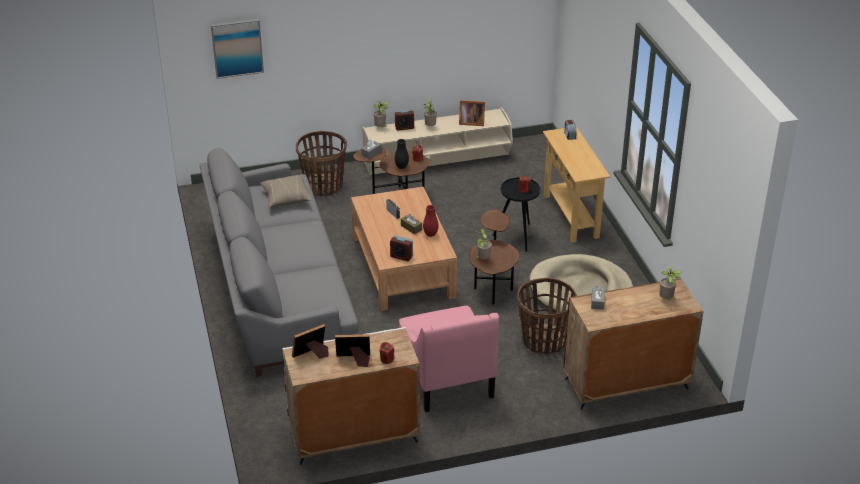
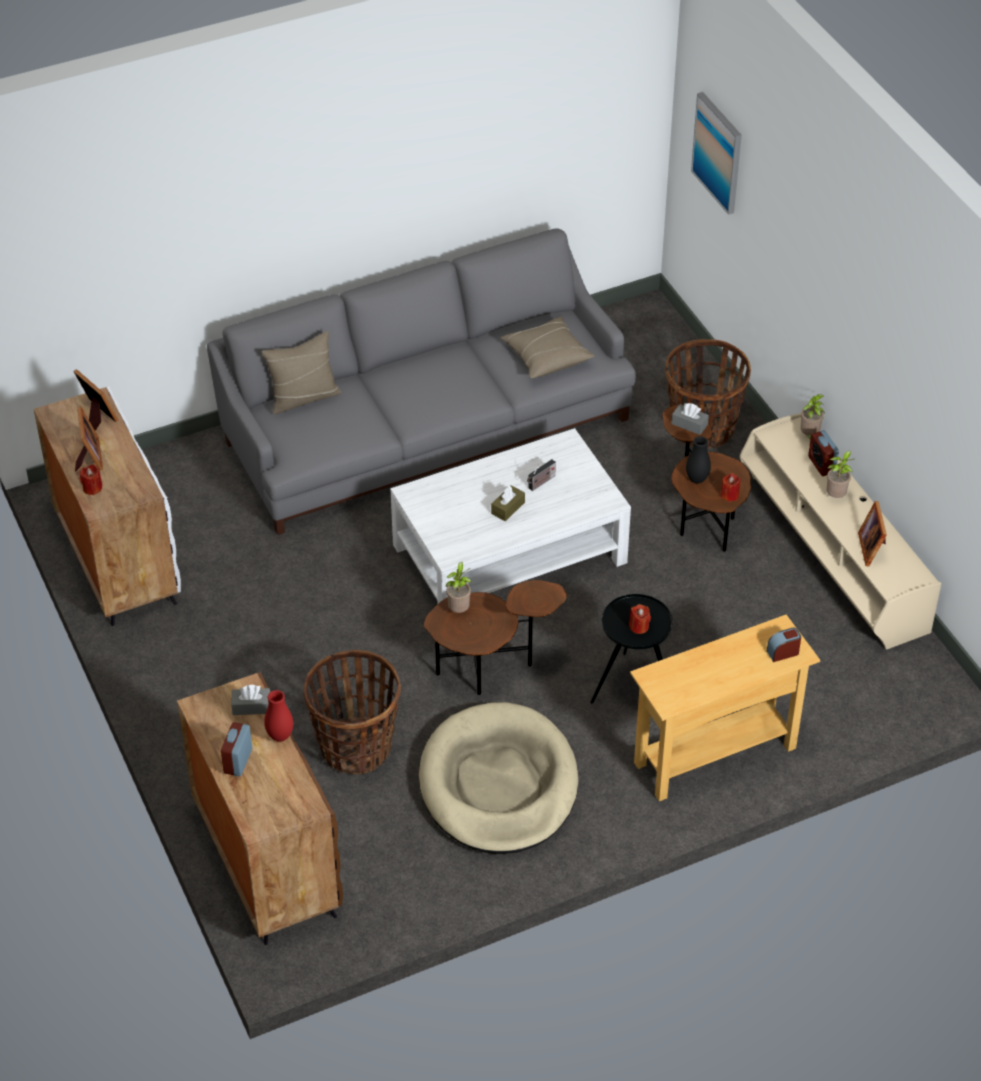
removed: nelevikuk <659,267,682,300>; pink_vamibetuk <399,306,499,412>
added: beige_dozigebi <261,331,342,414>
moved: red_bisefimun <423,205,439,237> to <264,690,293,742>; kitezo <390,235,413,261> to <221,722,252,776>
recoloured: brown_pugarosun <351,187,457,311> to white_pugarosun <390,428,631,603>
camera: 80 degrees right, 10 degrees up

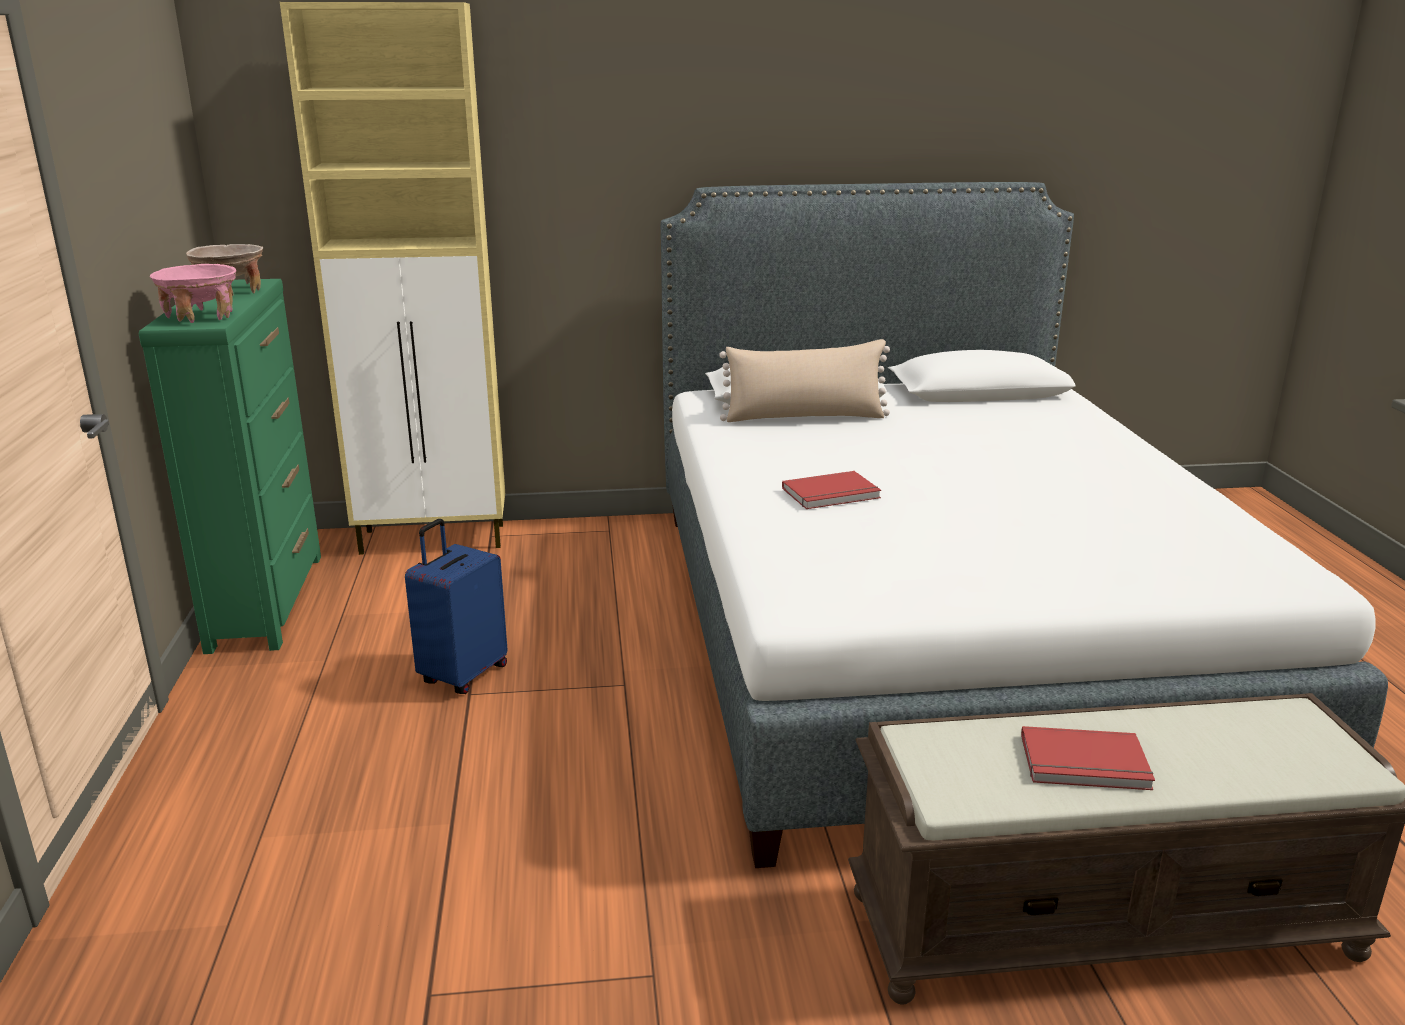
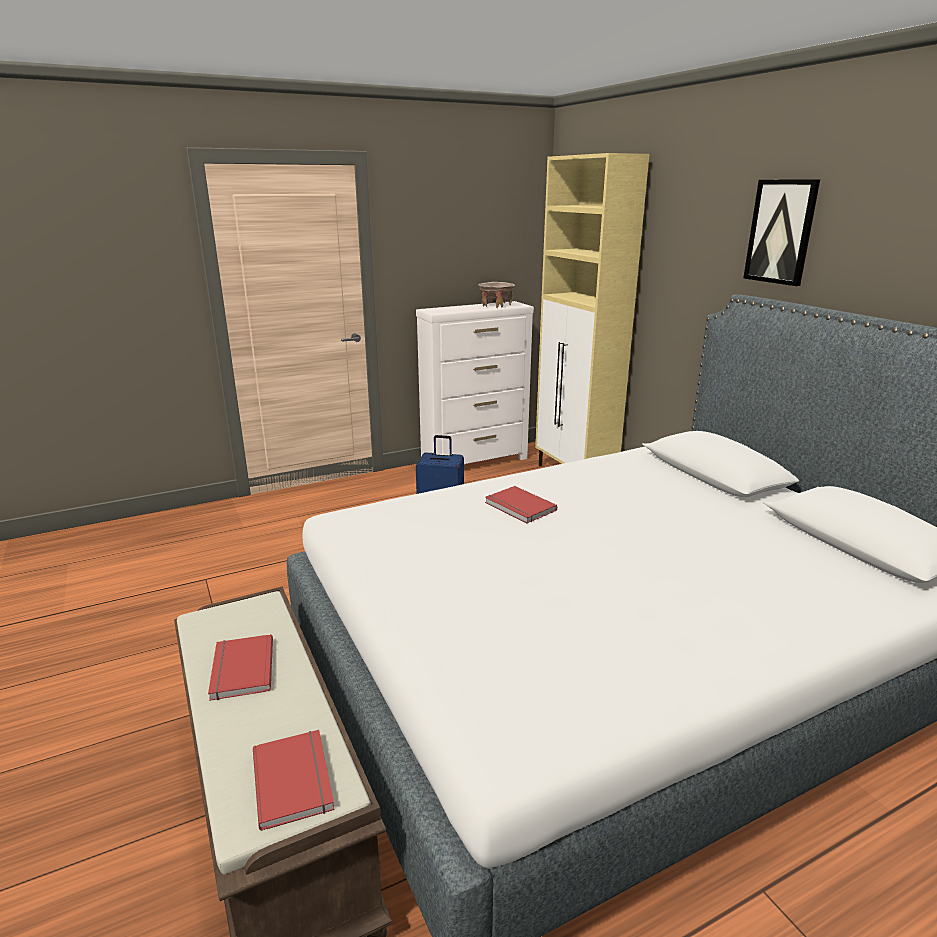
removed: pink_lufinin <150,264,236,323>; beige_dozigebi <719,339,890,422>
added: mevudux <743,179,820,286>; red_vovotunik <253,730,334,831>
recoloured: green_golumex <139,279,321,654> to white_golumex <416,301,534,464>
camera: 70 degrees right, 0 degrees up

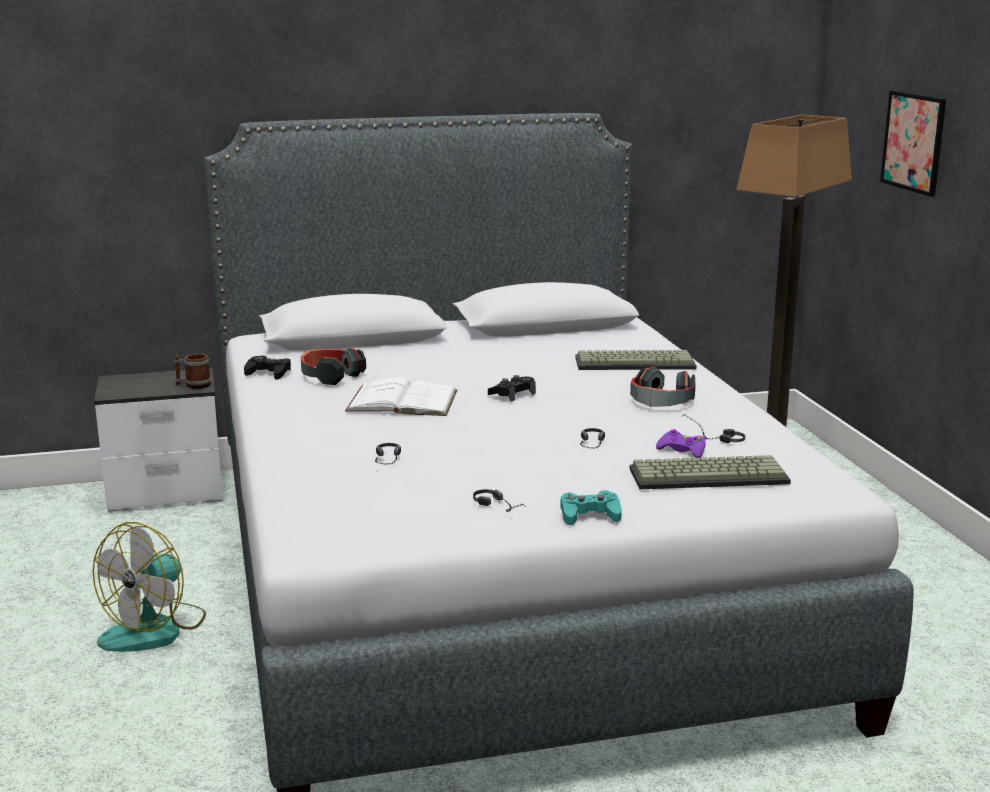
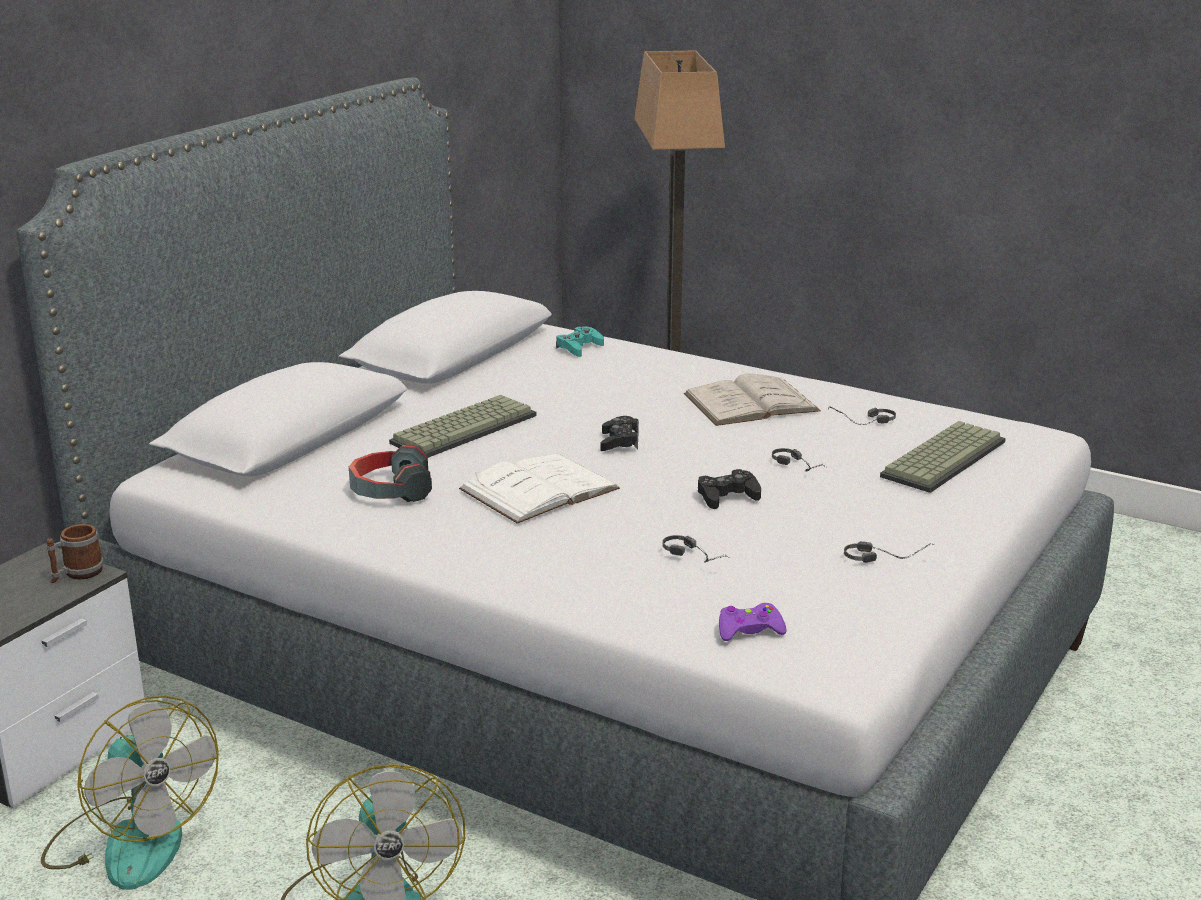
removed: mevudux <880,91,946,197>
added: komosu <41,696,219,890>
moved: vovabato <575,350,697,370> to <389,395,537,458>; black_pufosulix <244,356,291,380> to <698,469,761,509>; purple_pufosulix <656,429,706,458> to <719,603,787,641>; turquoise_pufosulix <560,490,622,525> to <556,326,604,357>
replaced: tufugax <630,366,695,407> to white_vovotunik <684,373,821,426>
camera: 45 degrees left, 5 degrees up

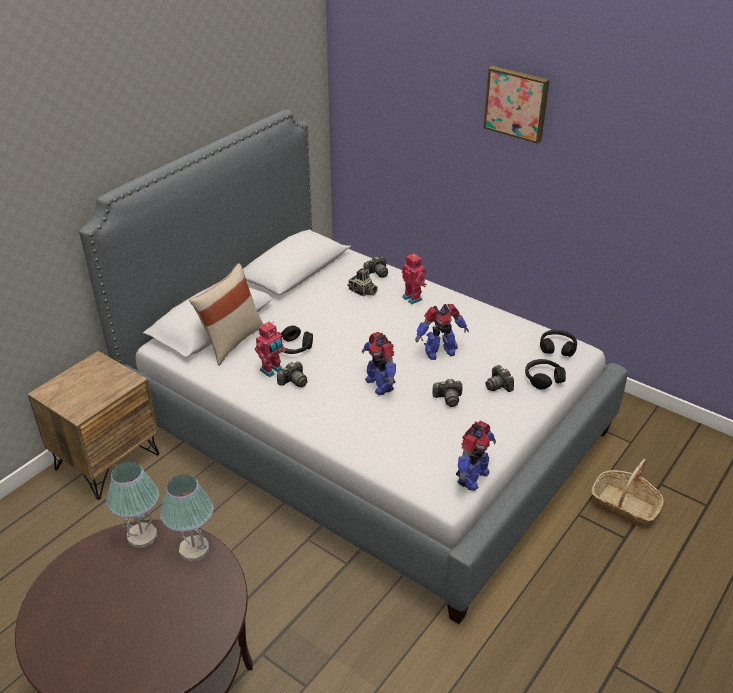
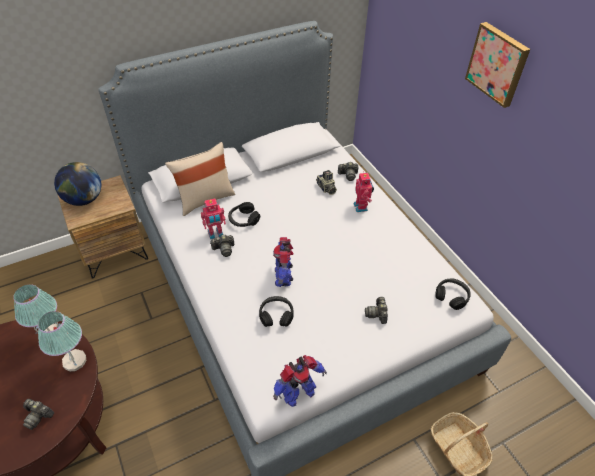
removed: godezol <415,304,469,360>
added: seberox <54,162,101,206>
moved: black_tufugax <525,359,566,390> to <259,296,294,327>; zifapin <432,379,463,407> to <23,399,54,430>
camera: 25 degrees right, 10 degrees up

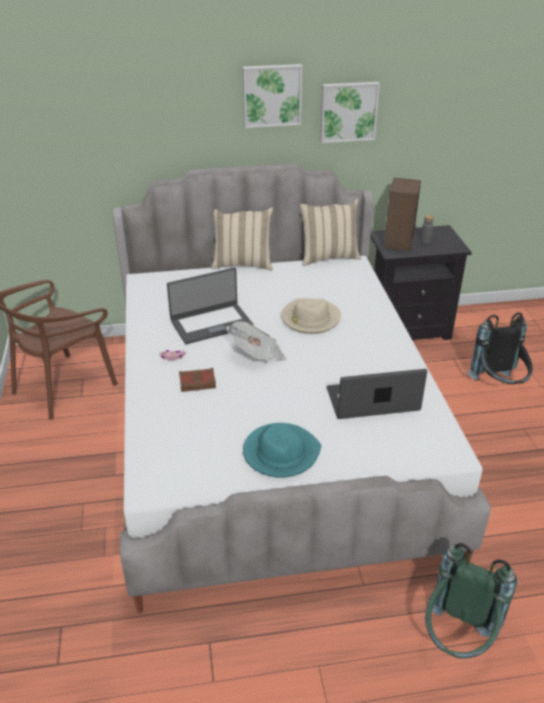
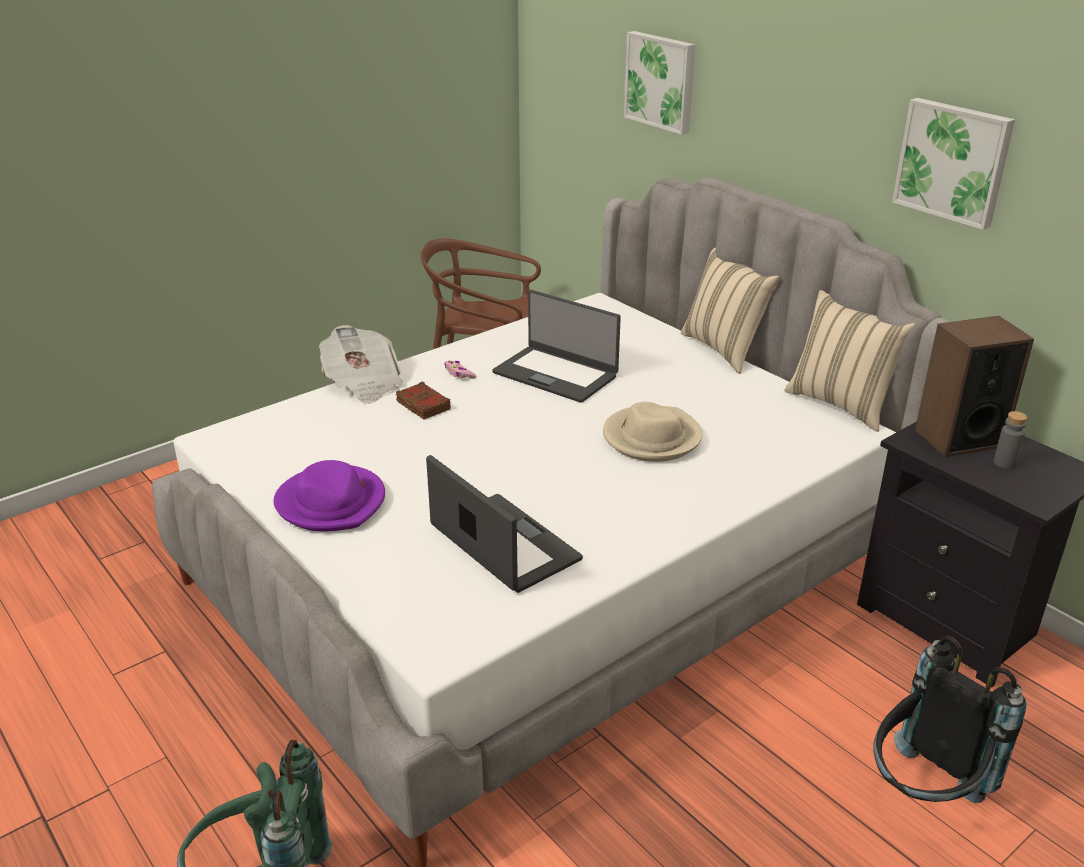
moved: mevudux <243,64,303,128> to <624,31,695,135>; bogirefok <226,321,287,362> to <319,325,403,404>
recoloured: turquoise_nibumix <243,423,321,478> to purple_nibumix <274,460,385,531>
camera: 60 degrees right, 5 degrees down

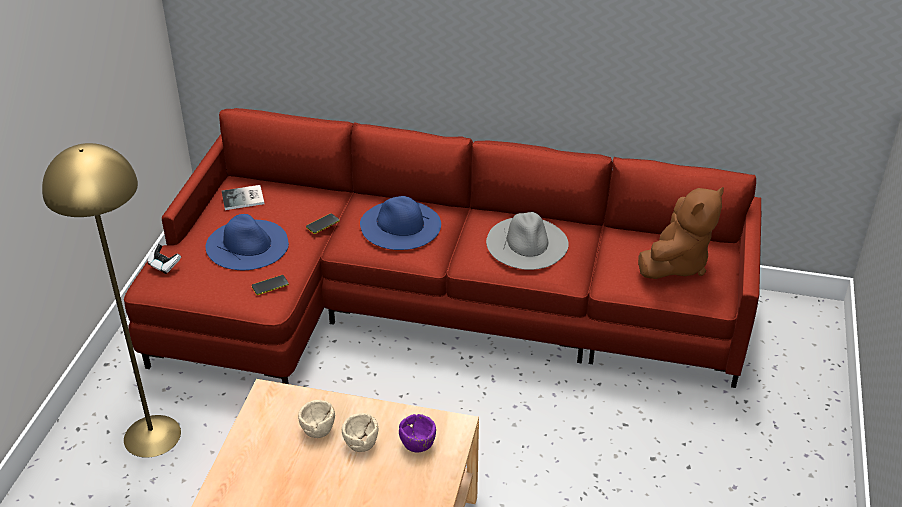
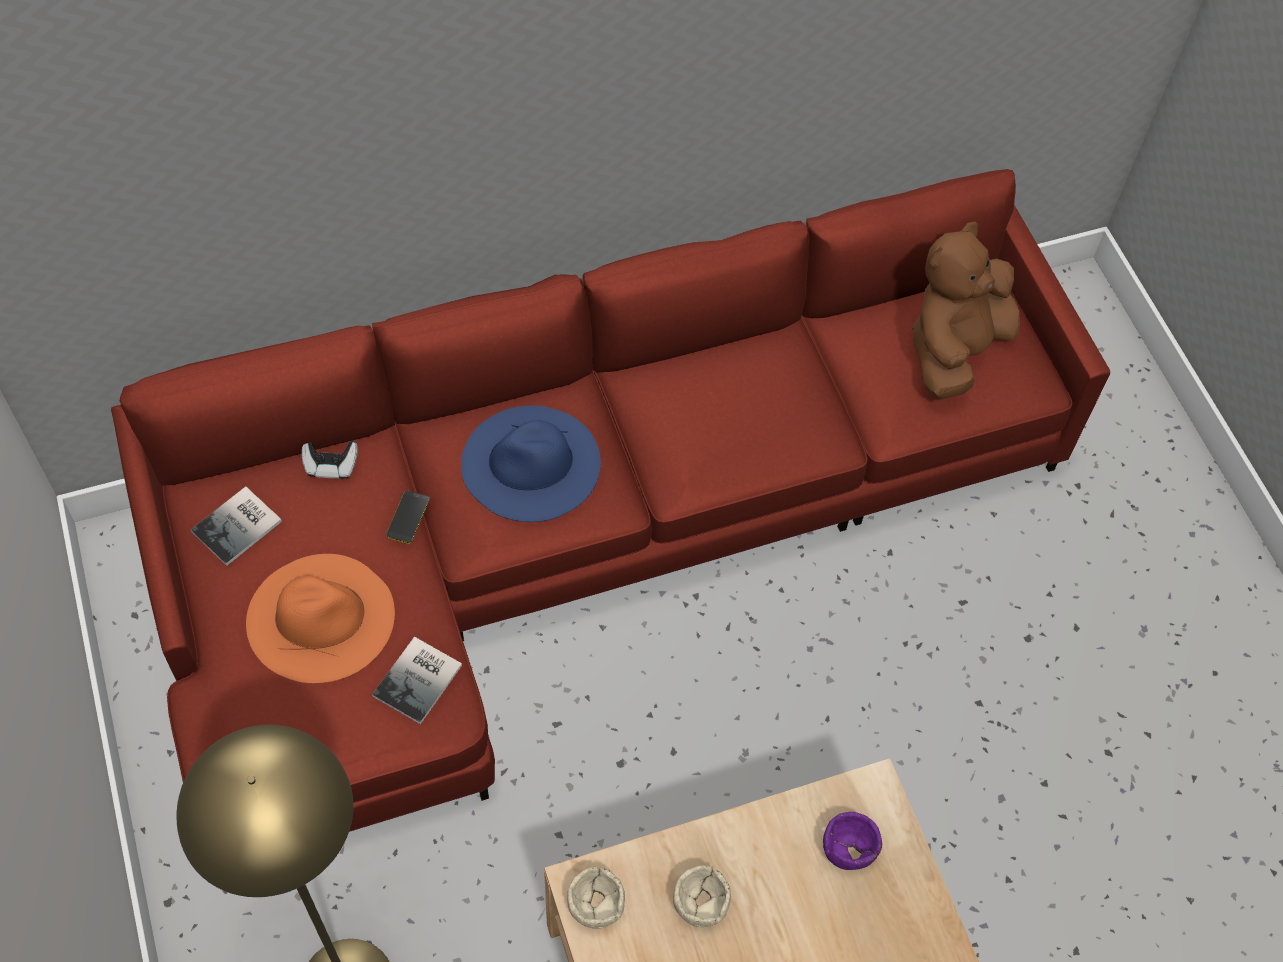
removed: grey_nibumix <486,212,569,270>
moved: pufosulix <148,244,181,274> to <302,441,358,479>; beige_lufinin <342,413,378,452> to <567,867,625,929>
replaced: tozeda <252,275,289,295> to vovotunik <372,637,462,724>
recoloured: blue_nibumix <206,214,289,270> to orange_nibumix <246,554,395,684>
turned: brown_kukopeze <638,187,724,279> = <912,222,1020,400> 150 degrees counterclockwise
camera: 35 degrees left, 20 degrees up

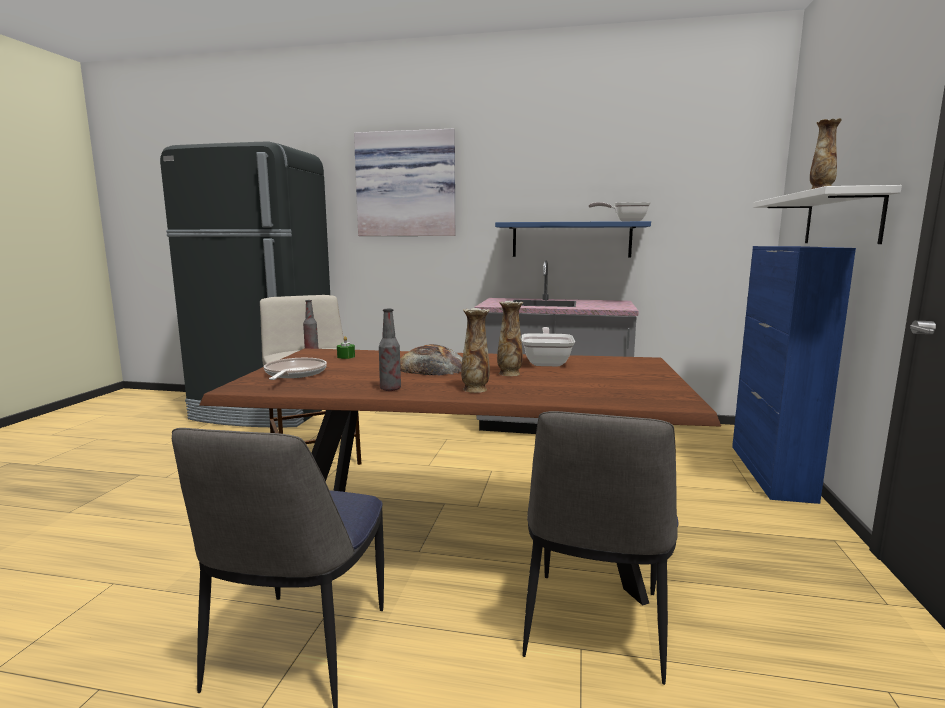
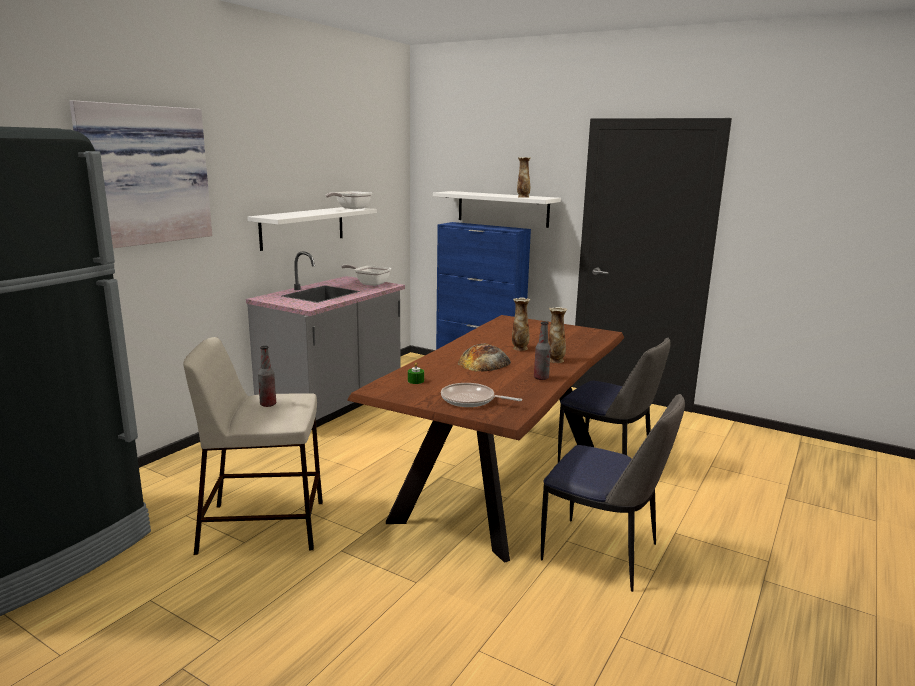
moved: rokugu <522,327,575,366> to <341,264,391,286>
recoloured: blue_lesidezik <495,221,651,257> to white_lesidezik <247,207,377,251>
camera: 70 degrees left, 5 degrees up

